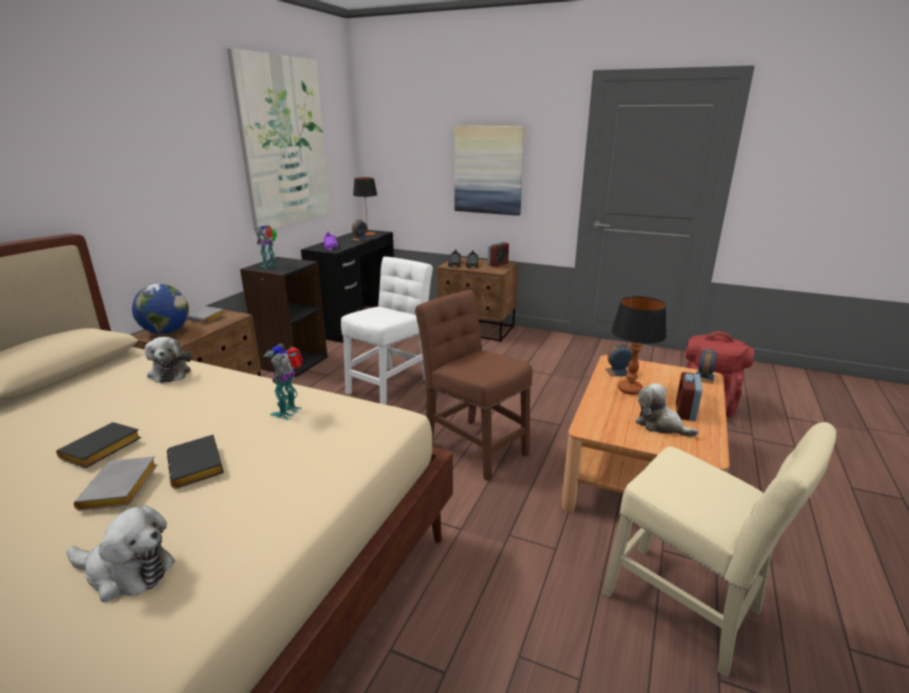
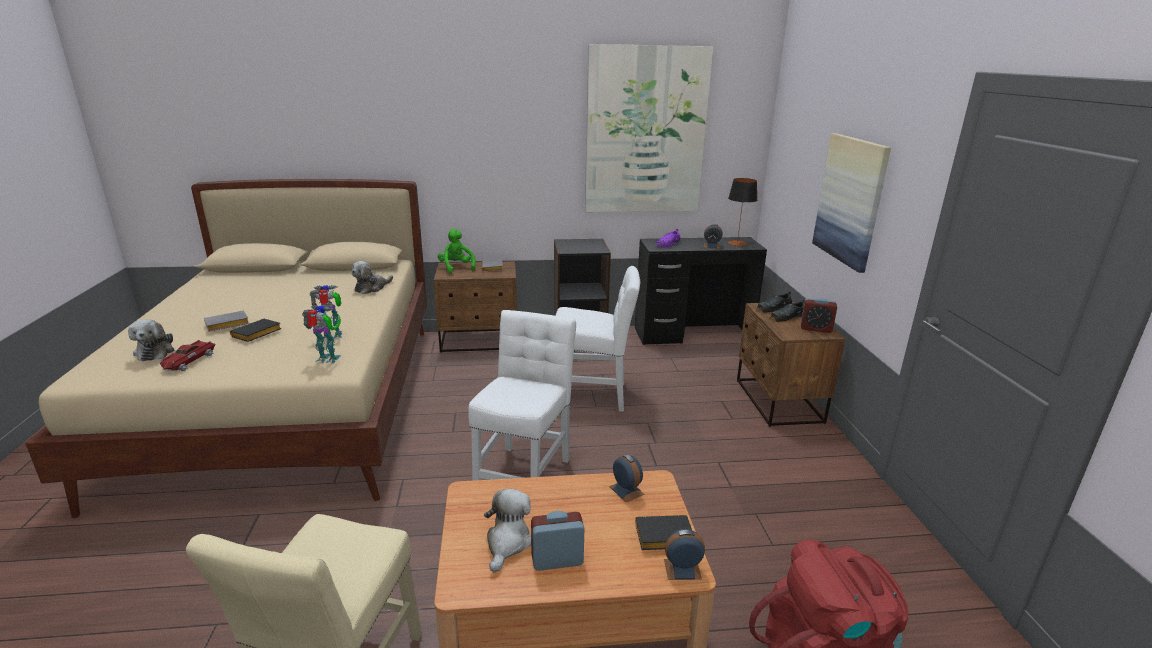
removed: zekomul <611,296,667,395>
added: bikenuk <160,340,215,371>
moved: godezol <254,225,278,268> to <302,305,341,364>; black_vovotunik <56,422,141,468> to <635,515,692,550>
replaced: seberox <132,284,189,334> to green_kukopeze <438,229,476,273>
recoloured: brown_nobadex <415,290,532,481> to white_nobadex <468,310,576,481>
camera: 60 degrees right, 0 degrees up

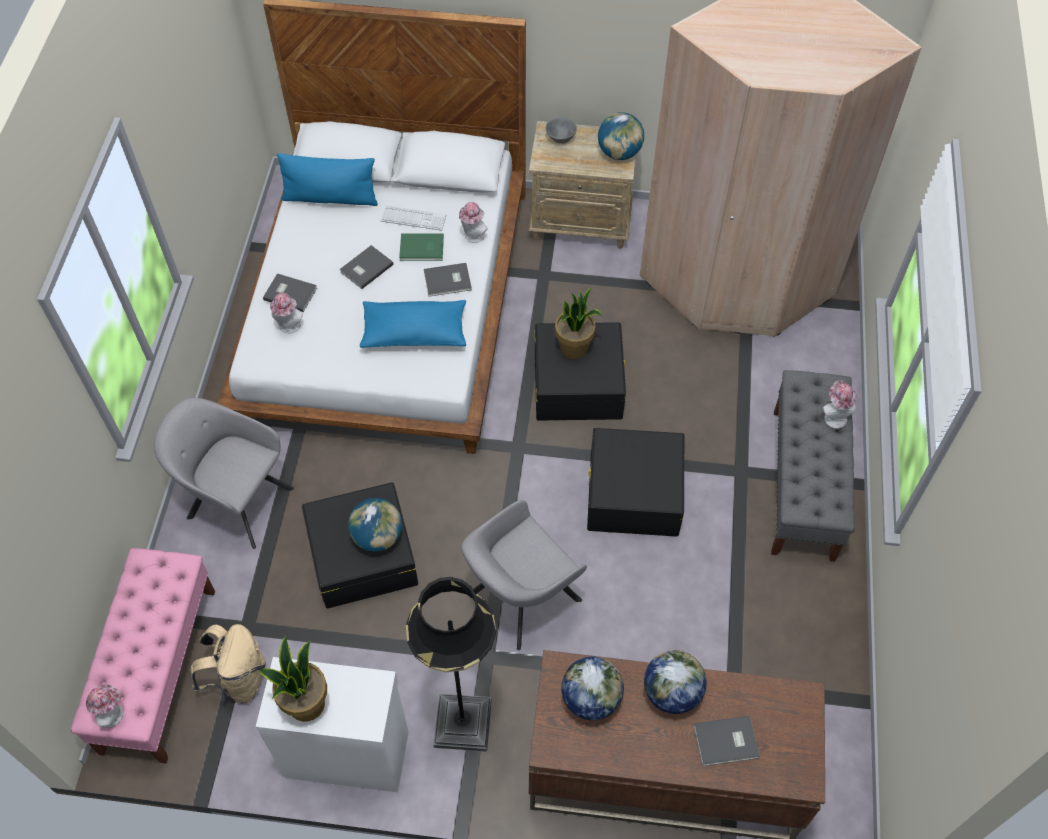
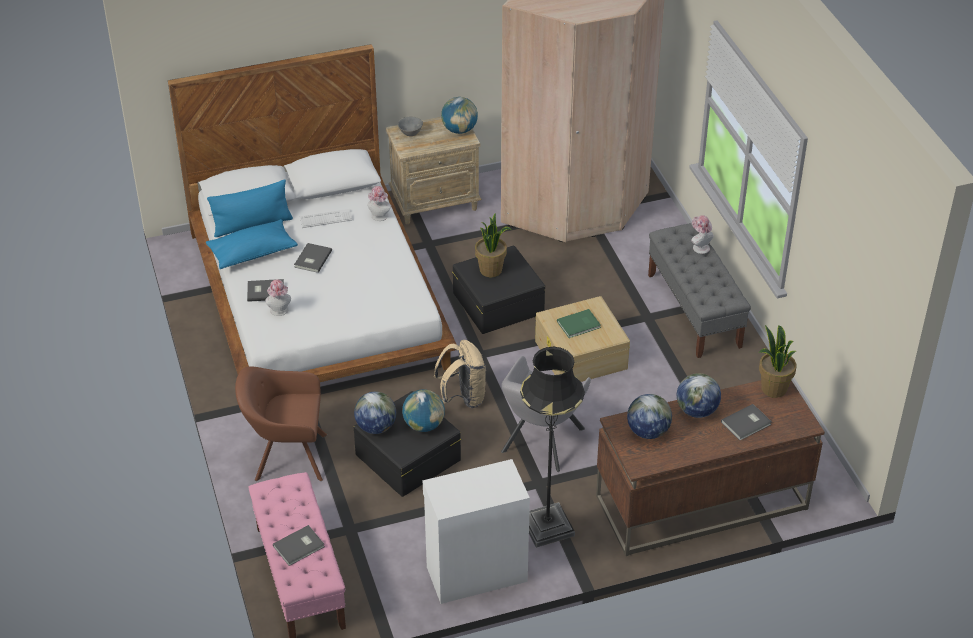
removed: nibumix <86,684,123,728>
added: seberox <354,392,396,434>
moved: green_vovotunik <399,234,444,261> to <557,309,601,338>; grey_vovotunik <424,263,472,296> to <273,525,325,566>; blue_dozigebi <360,300,466,348> to <206,219,298,269>; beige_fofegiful <190,624,266,704> to <434,340,486,408>; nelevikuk <259,635,327,722> to <759,325,796,398>
recoloured: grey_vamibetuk <154,398,294,549> to brown_vamibetuk <235,366,327,481>; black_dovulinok <587,428,684,537> to beige_dovulinok <535,296,630,382>
camera: 25 degrees left, 15 degrees down

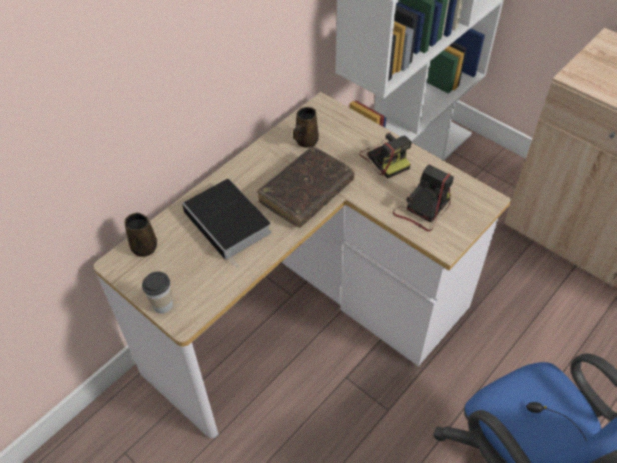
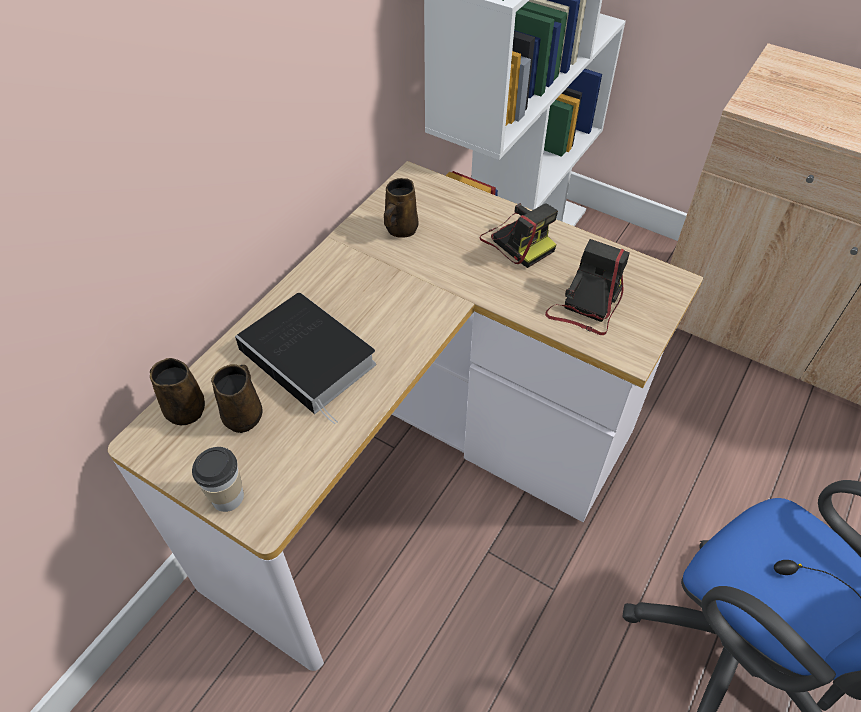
removed: brown_vovotunik <257,147,355,228>
added: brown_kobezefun <211,364,263,433>
camera: 10 degrees left, 0 degrees up

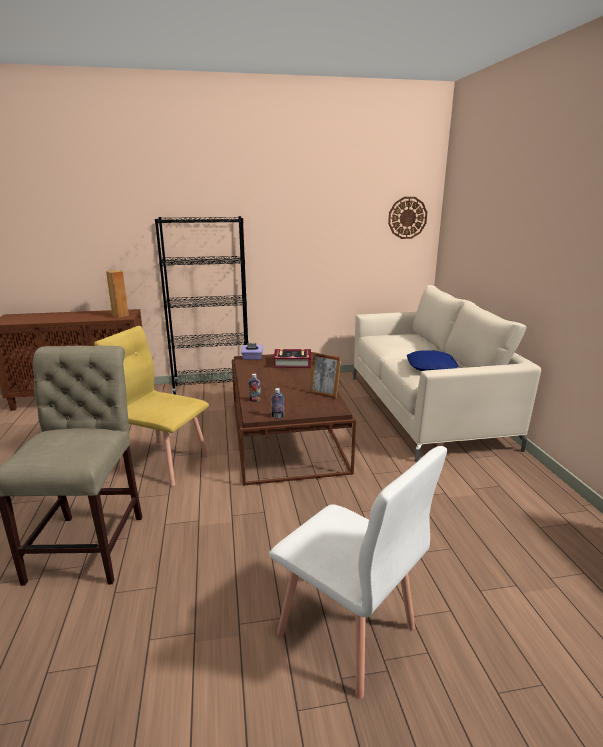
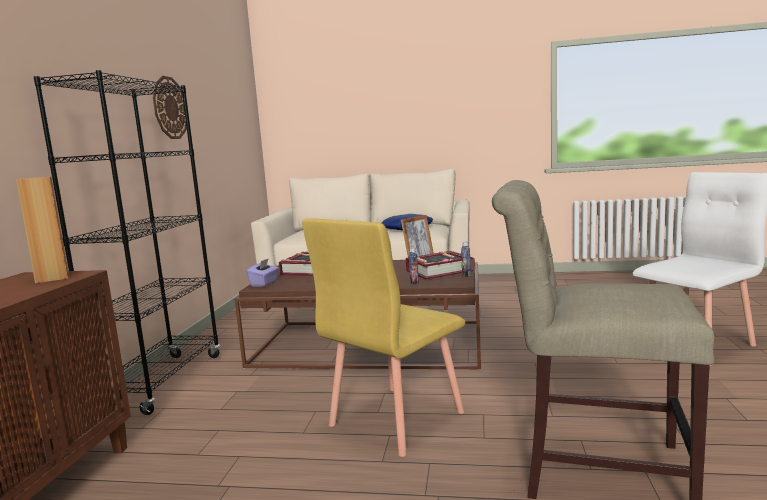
added: vovotunik <406,251,473,279>
moved: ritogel <388,197,427,239> to <153,76,187,139>
camera: 70 degrees left, 10 degrees down

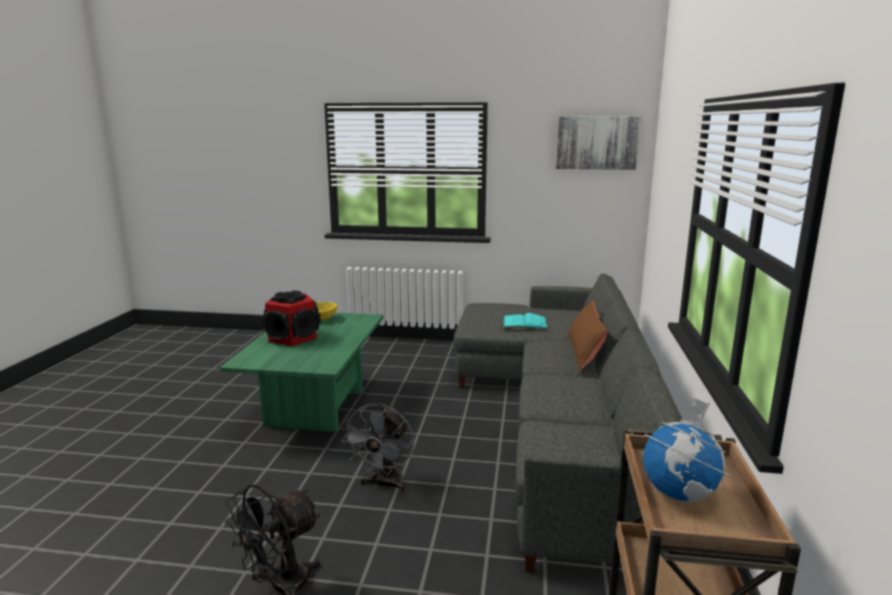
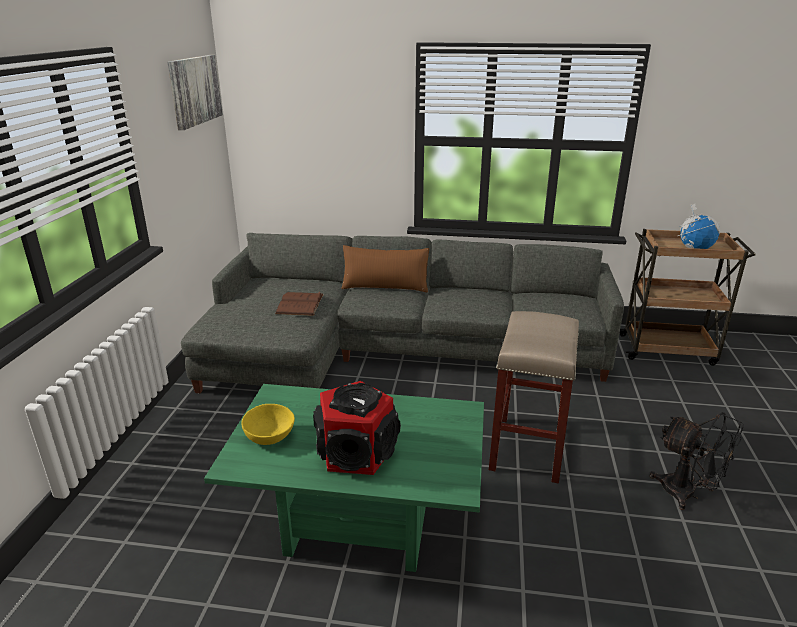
replaced: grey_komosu <342,403,414,492> to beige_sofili <489,311,579,484>
recoloured: turquoise_vovotunik <503,313,548,329> to brown_vovotunik <275,292,324,316>
camera: 90 degrees left, 10 degrees up

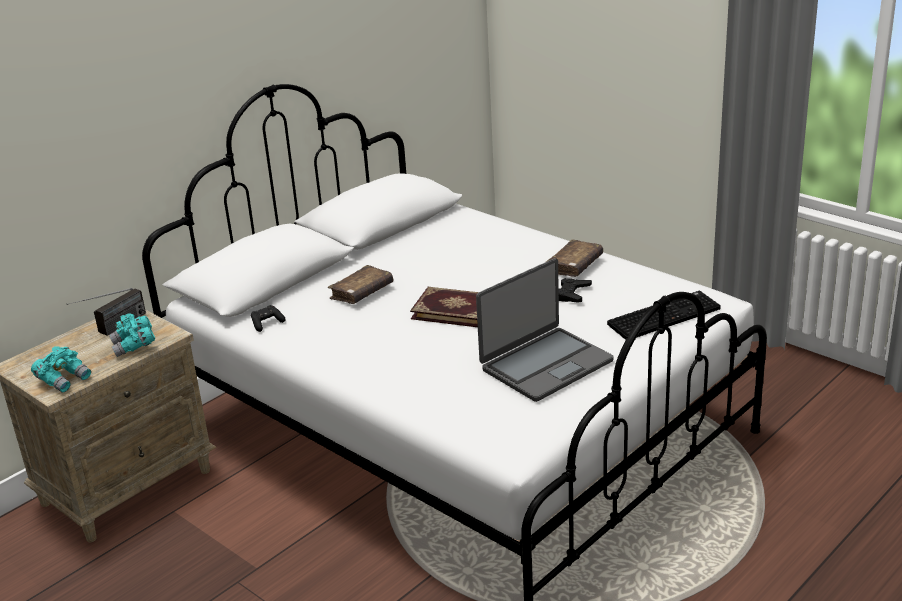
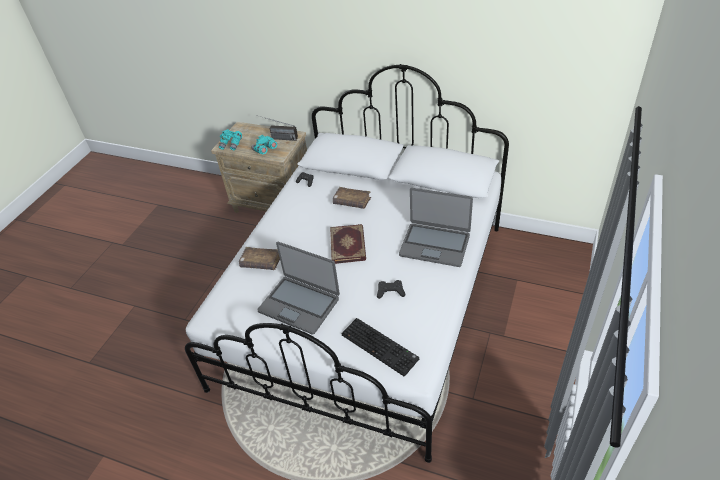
added: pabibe <399,188,473,267>
moved: brown_vovotunik <546,239,603,277> to <239,247,280,270>
camera: 70 degrees right, 15 degrees up

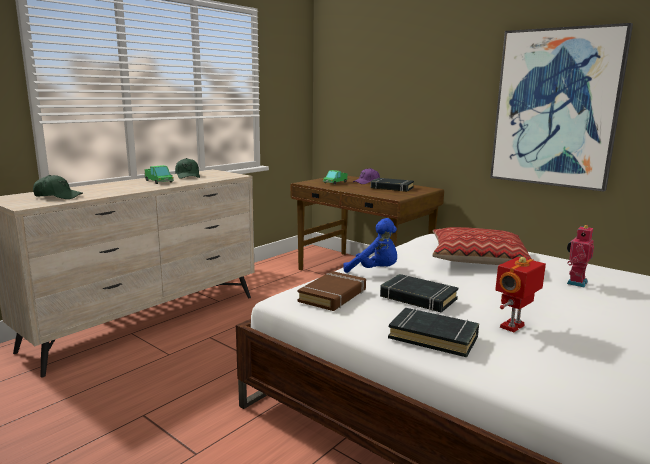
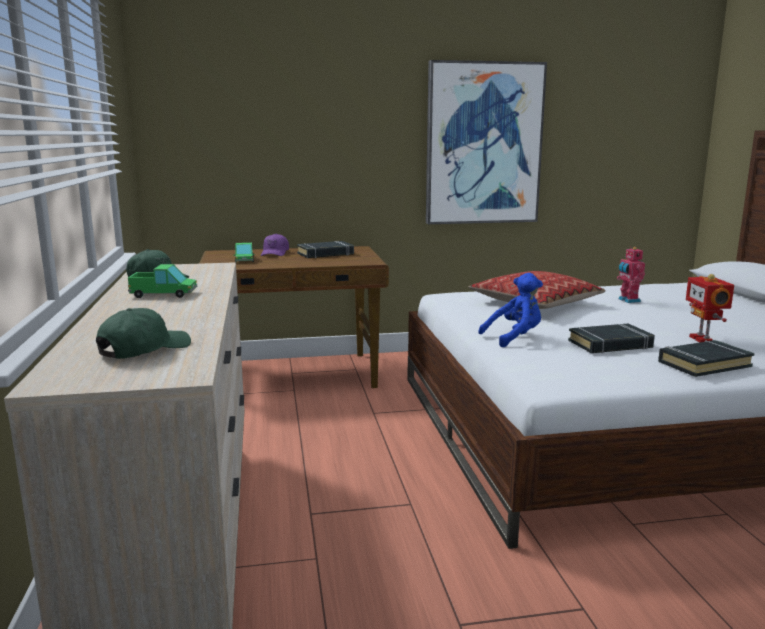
removed: brown_vovotunik <297,271,366,311>
camera: 50 degrees left, 0 degrees up

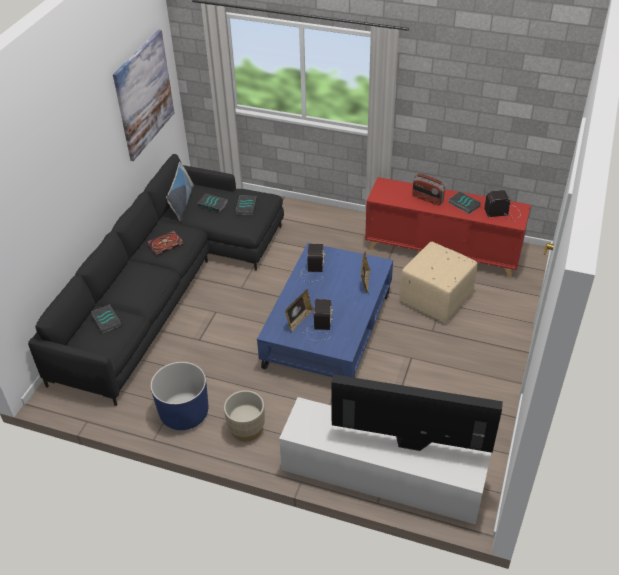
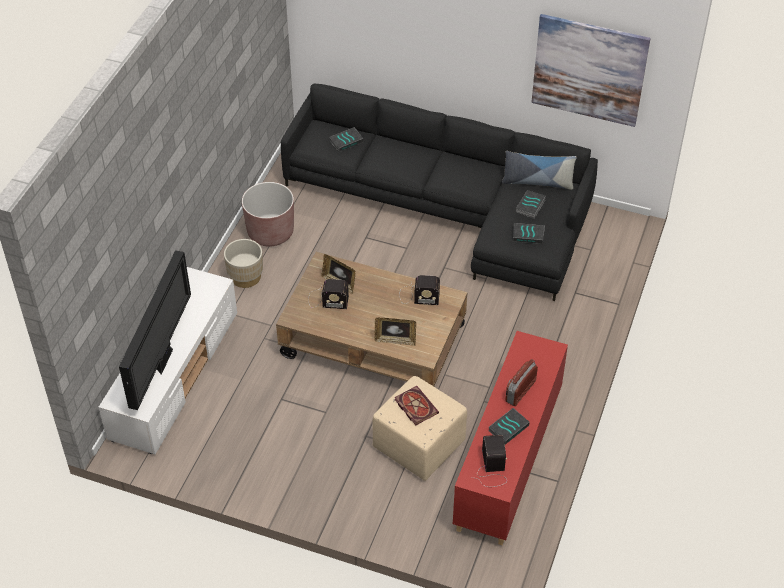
moved: vovotunik <147,230,184,255> to <395,386,439,425>
recoloured: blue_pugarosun <257,243,393,378> to brown_pugarosun <276,252,468,386>; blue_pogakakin <150,362,208,430> to brown_pogakakin <242,182,294,247>
camera: 90 degrees right, 5 degrees up

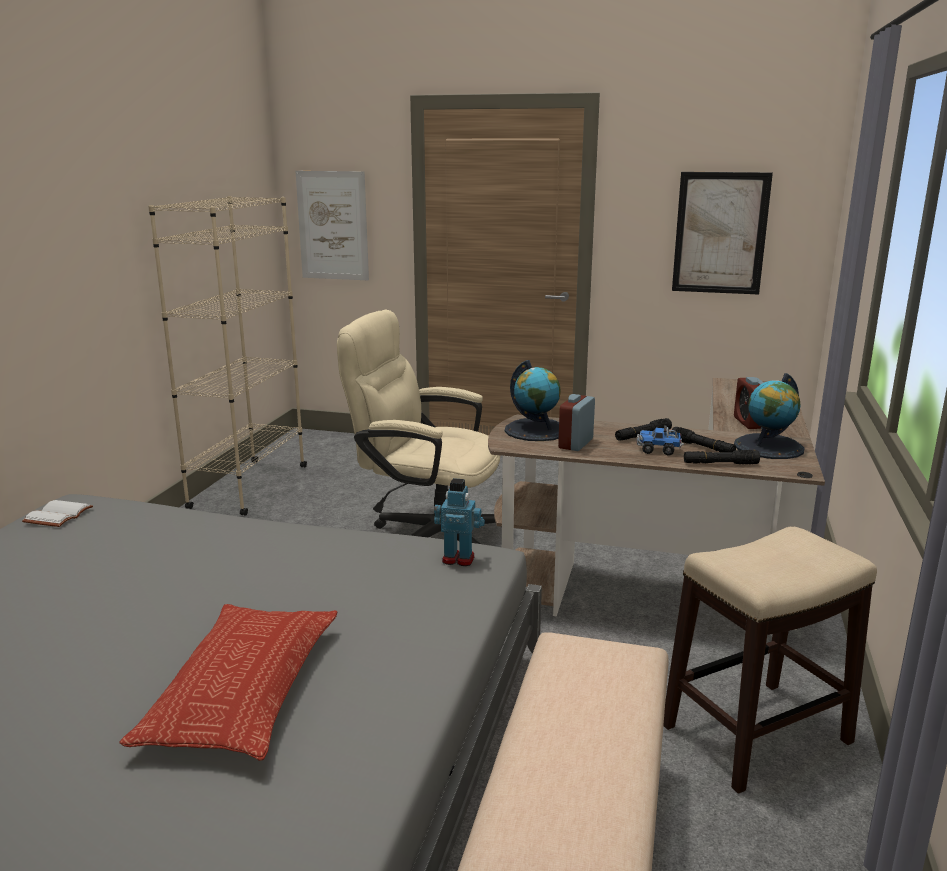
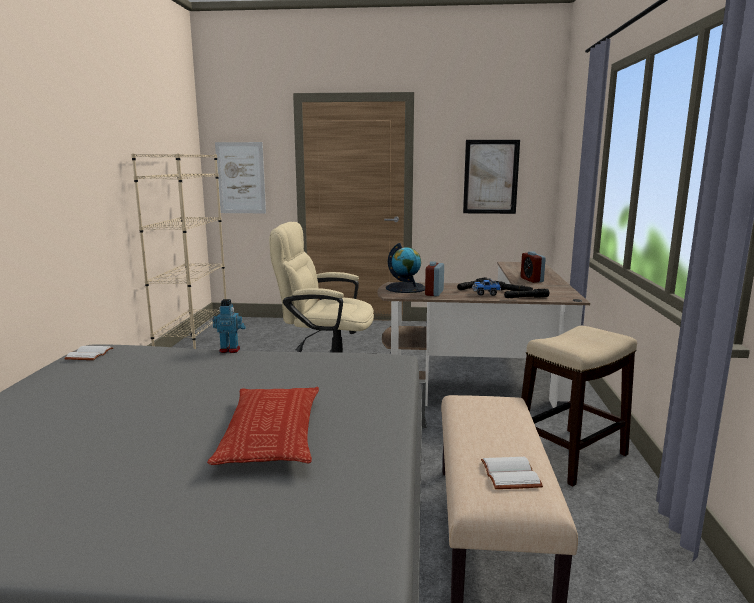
removed: seberox <734,373,805,459>
added: white_vovotunik <481,457,543,489>
moved: godezol <434,478,485,566> to <213,299,246,353>
camera: 10 degrees left, 5 degrees down

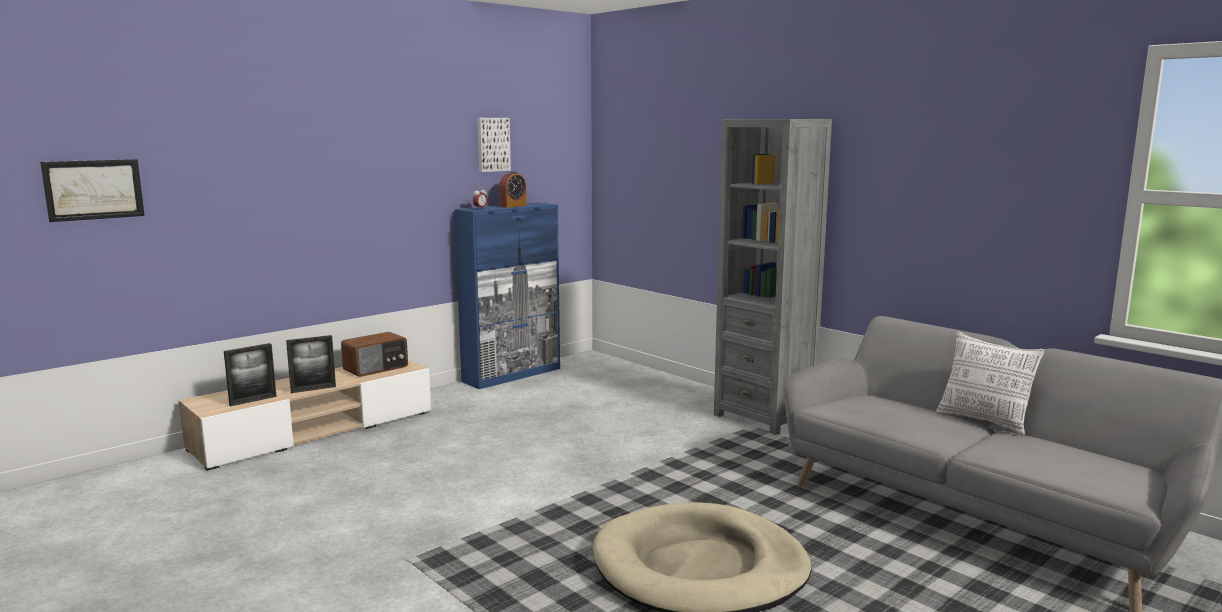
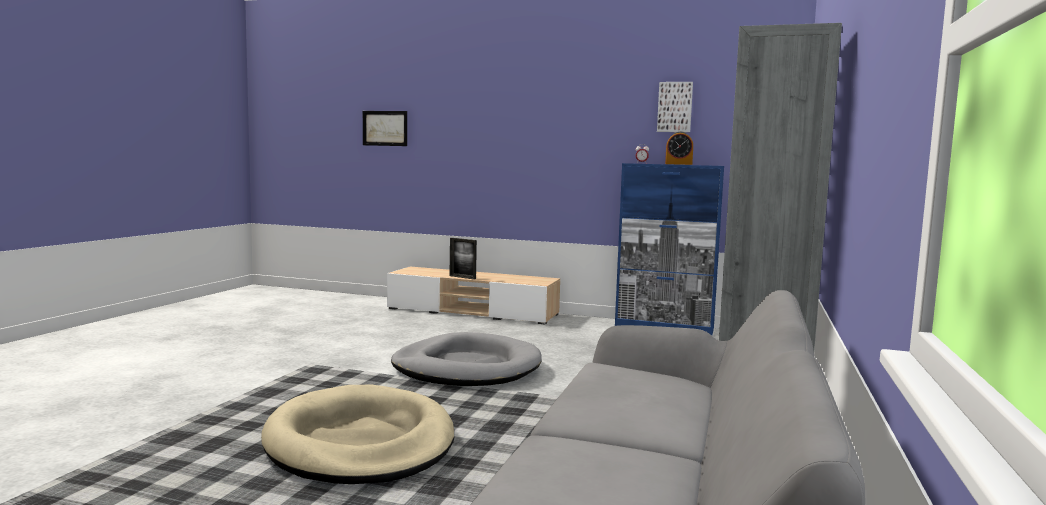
removed: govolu <341,332,408,377>; dozigebi <936,332,1045,436>; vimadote <224,343,277,406>
added: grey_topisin <391,332,542,386>
camera: 60 degrees right, 5 degrees down

